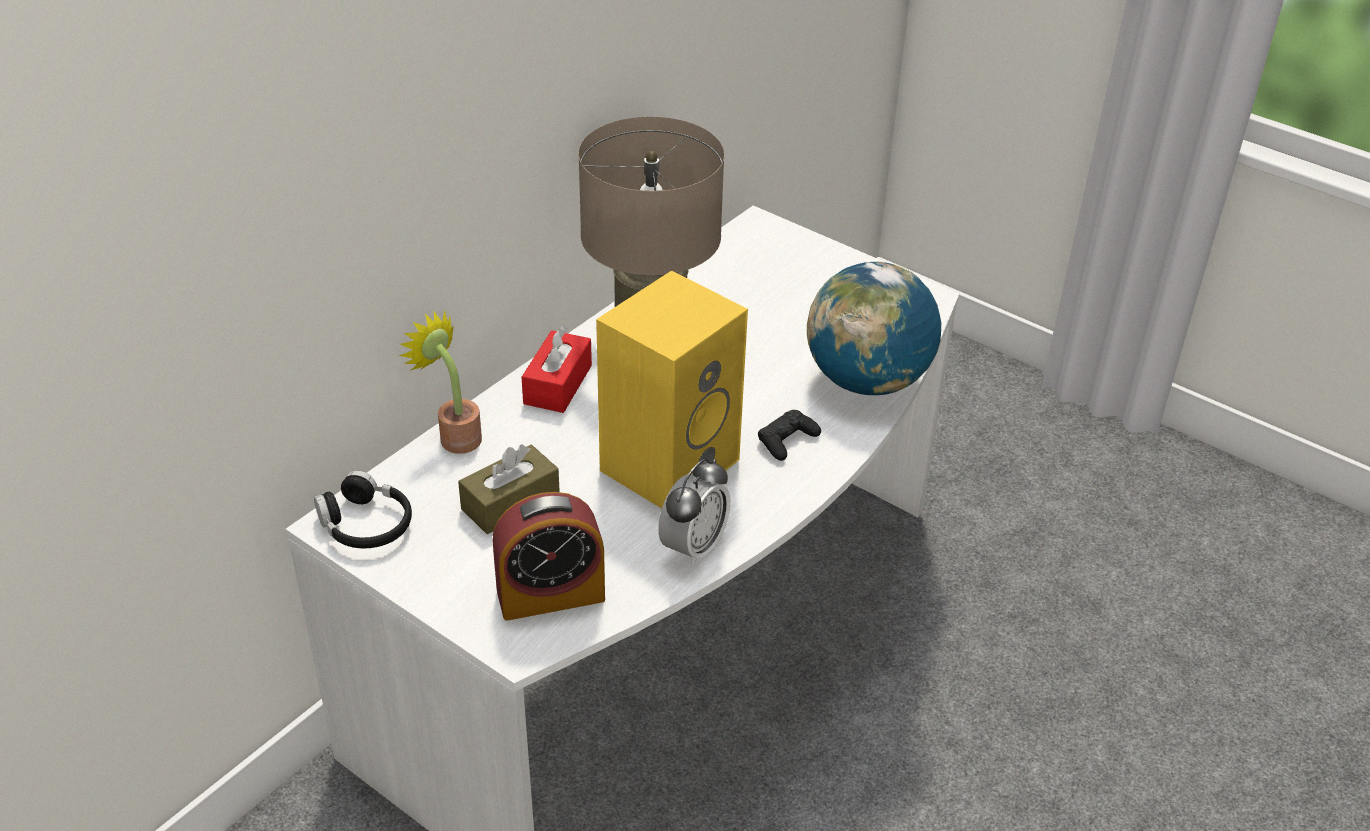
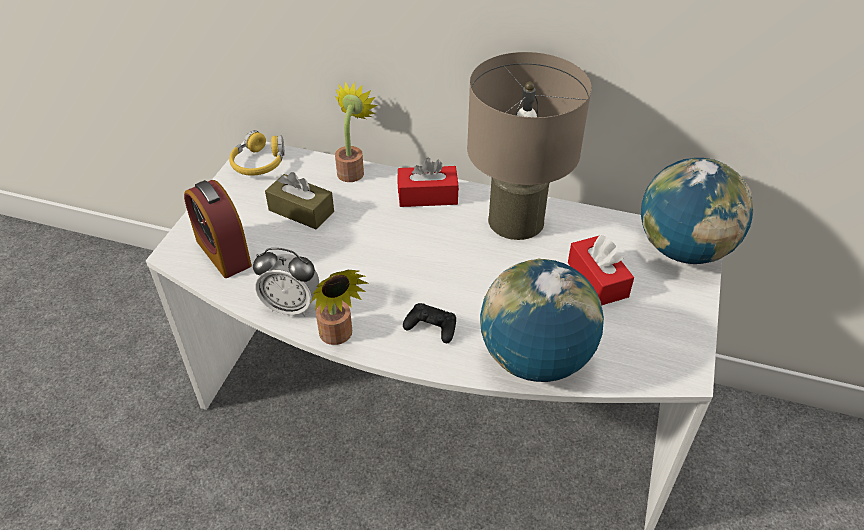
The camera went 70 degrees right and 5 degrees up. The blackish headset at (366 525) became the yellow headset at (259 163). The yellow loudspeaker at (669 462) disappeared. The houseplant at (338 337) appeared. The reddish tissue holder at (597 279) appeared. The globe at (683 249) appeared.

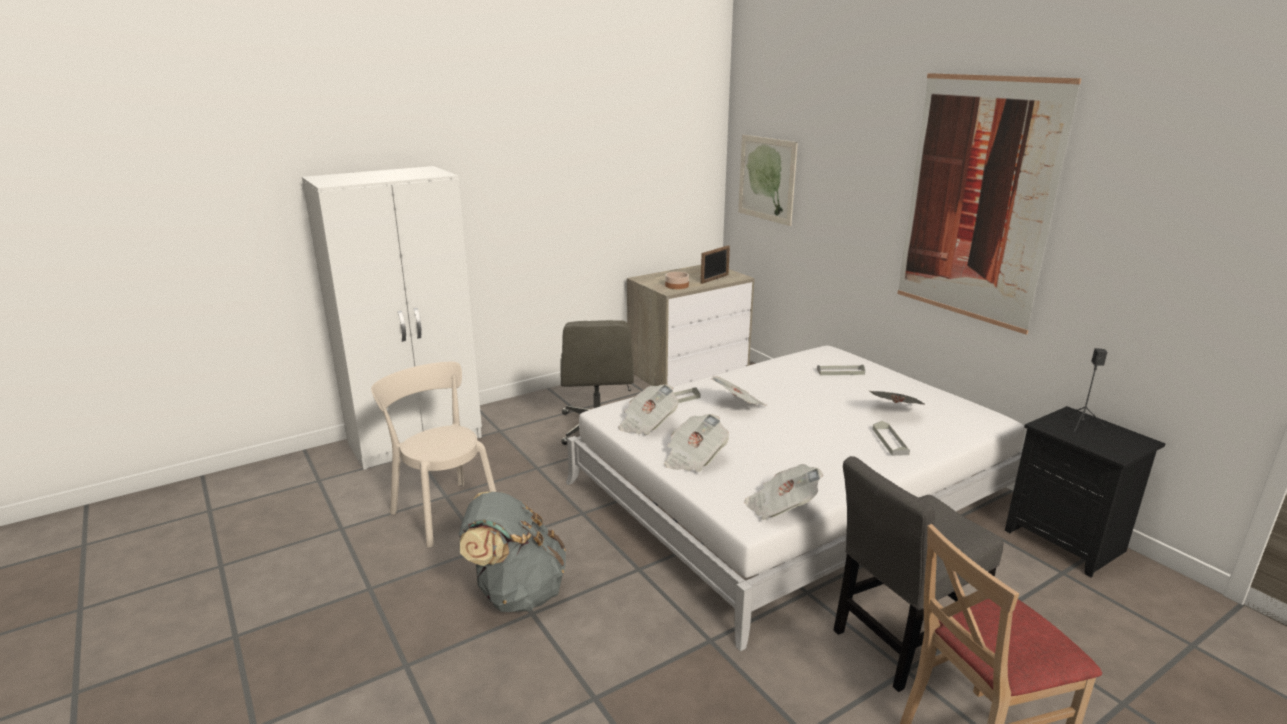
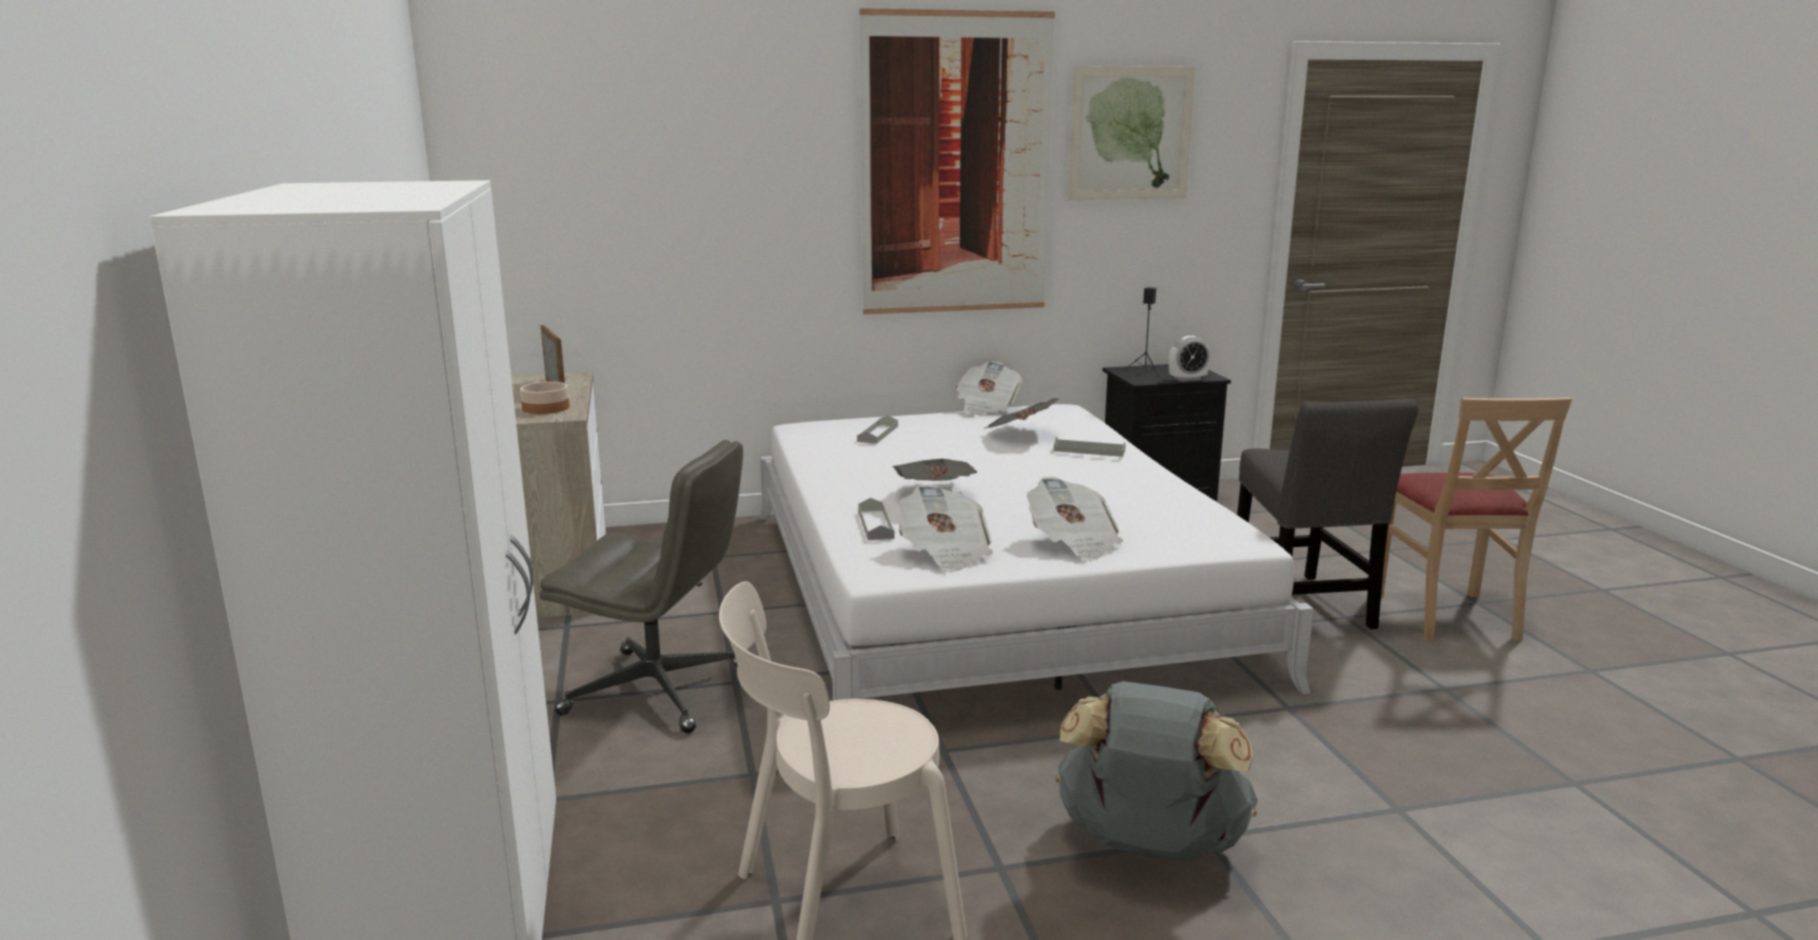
The camera went 70 degrees left and 5 degrees down. The wall art moved from (766 179) to (1130 133). The daily paper moved from (781 507) to (986 407). The alarm clock at (1187 379) appeared.

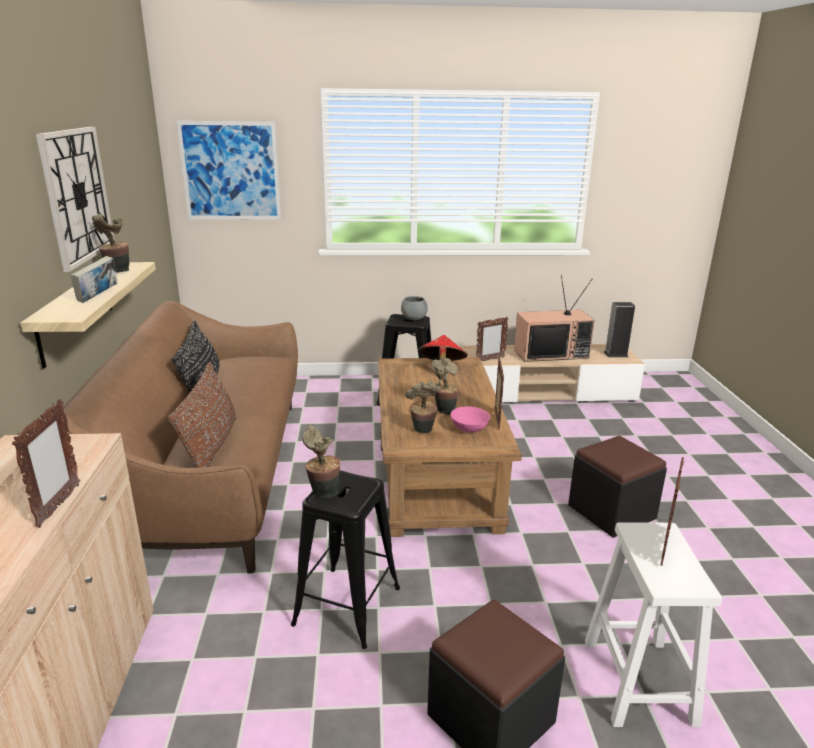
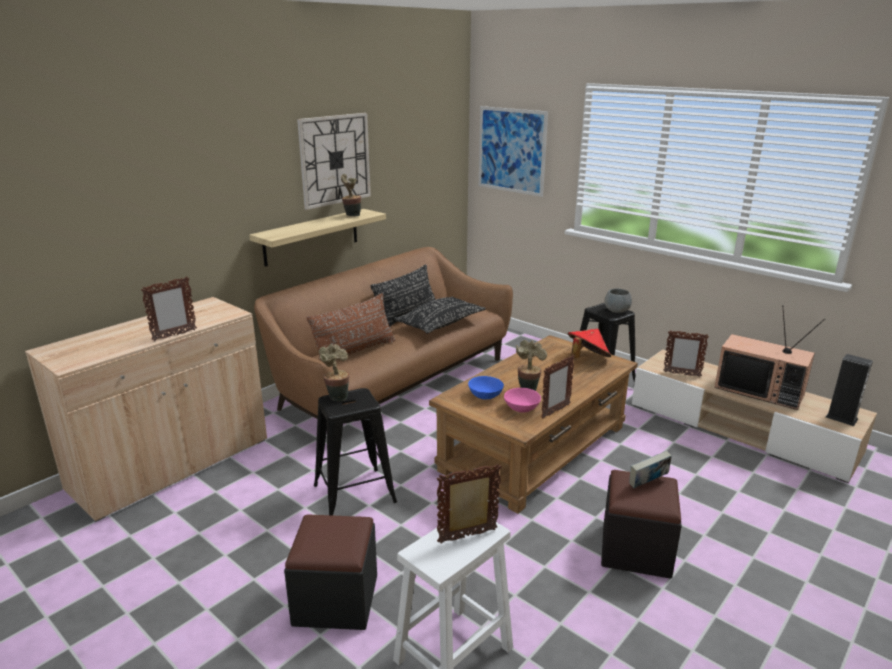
The camera went 45 degrees right and 0 degrees up. The book moved from (98 297) to (647 484). The houseplant at (423 431) was replaced by the blue serving bowl at (485 396). The blackish throw pillow at (440 324) appeared.

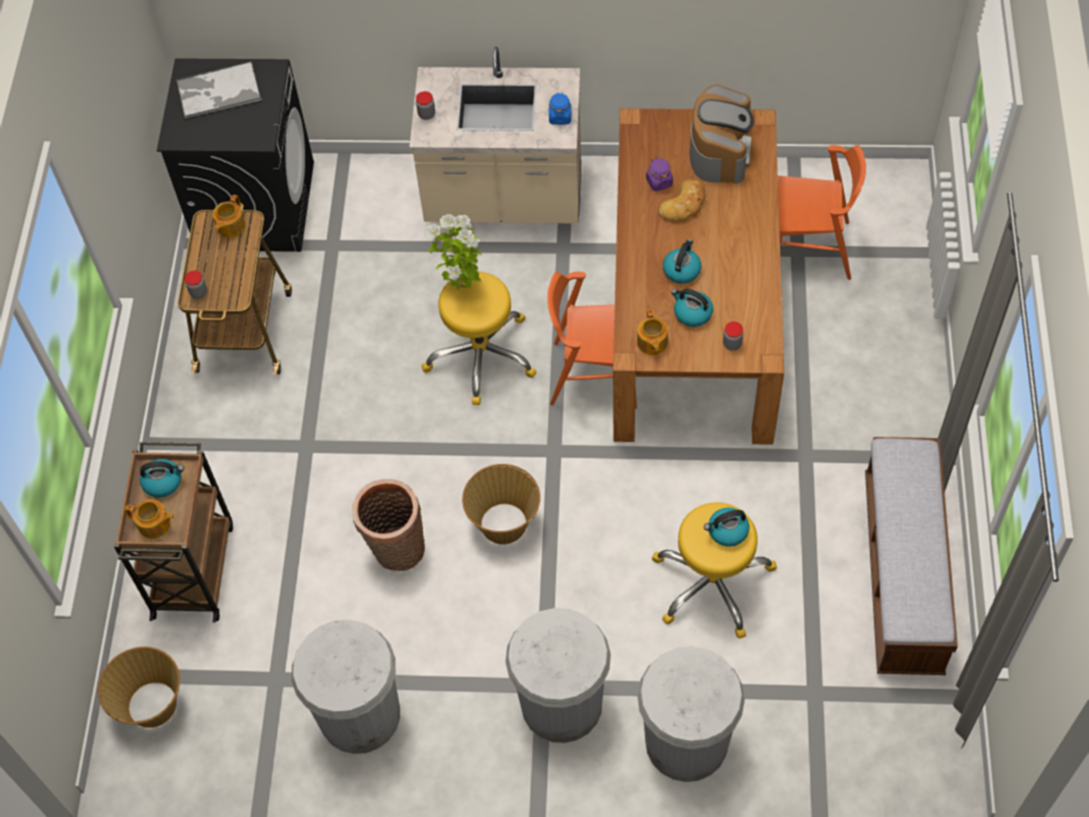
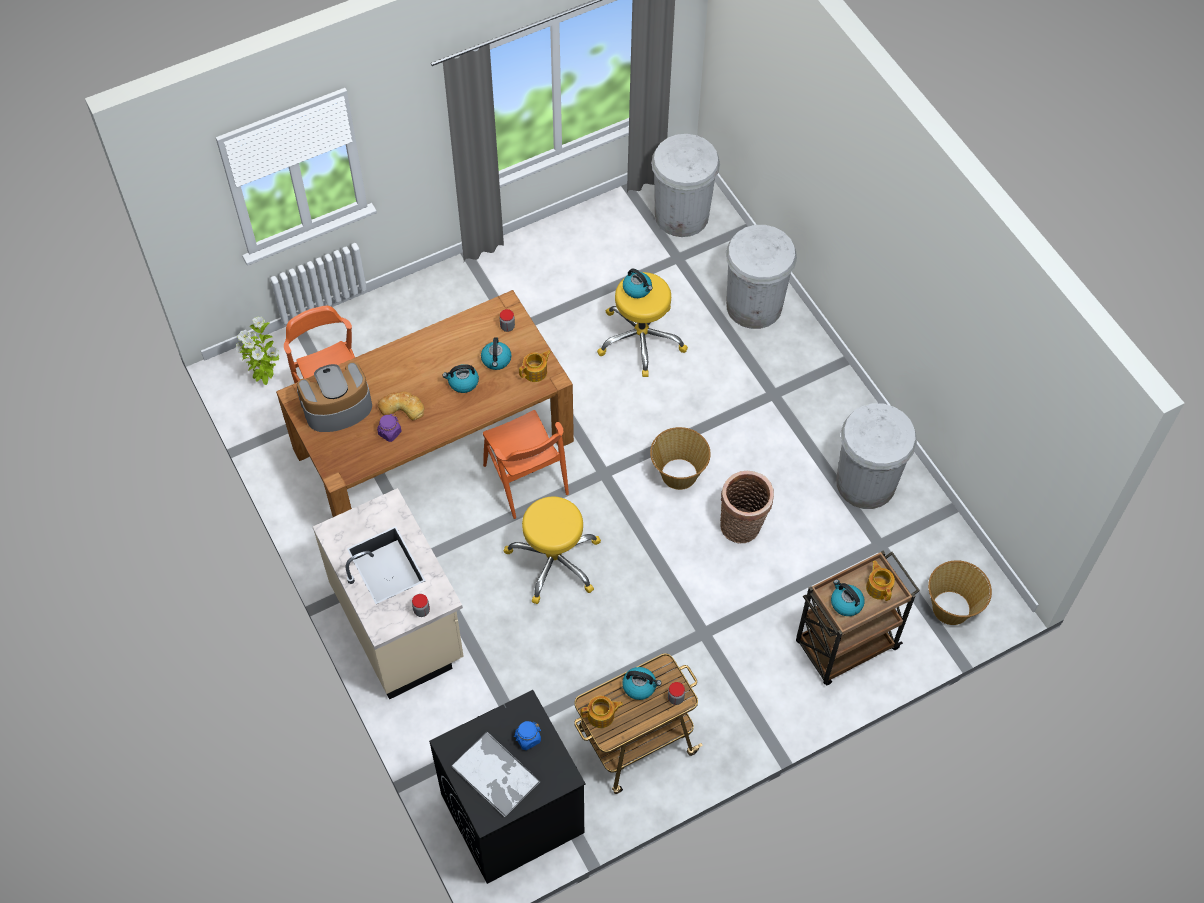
The camera went 125 degrees left and 0 degrees up. The houseplant moved from (461 287) to (266 377). The white-coloured waste bin moved from (561 704) to (682 215). The blue storage jar moved from (560 117) to (527 738). The indoor bench at (902 574) disappeared. The water kettle at (640 686) appeared.

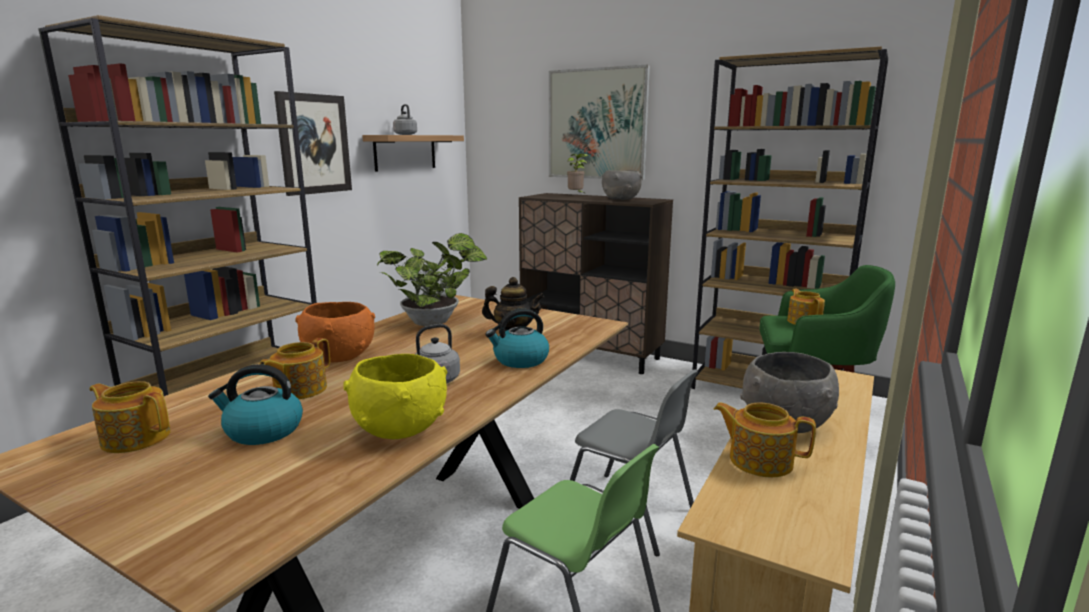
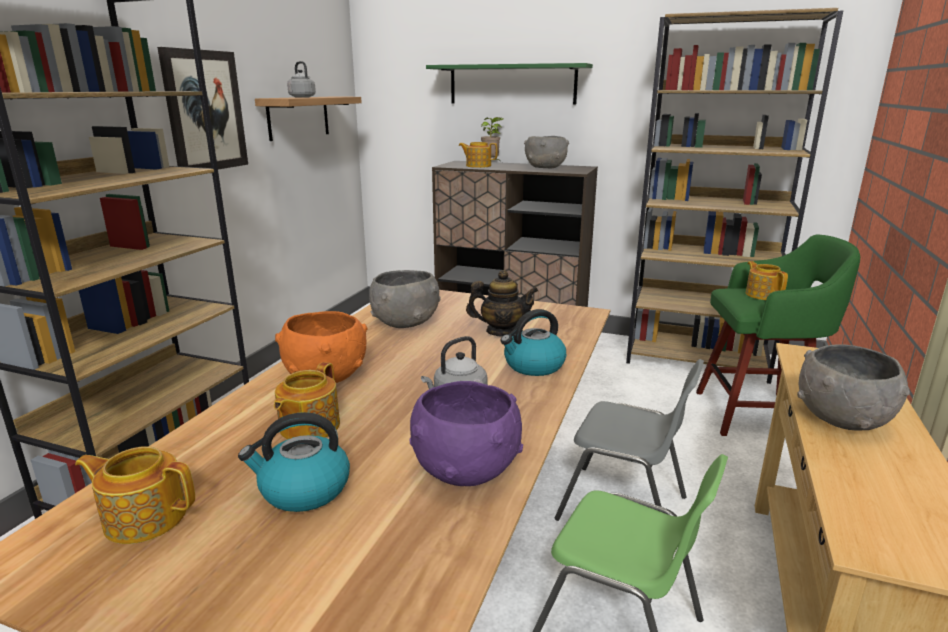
The camera went 10 degrees left and 5 degrees up. The yellow serving bowl at (400 429) became the purple serving bowl at (466 469). The houseplant at (435 322) was replaced by the gray serving bowl at (405 323). The wall art at (597 124) was replaced by the green-coloured shelf at (512 84). The pot for tea moved from (759 460) to (478 166).

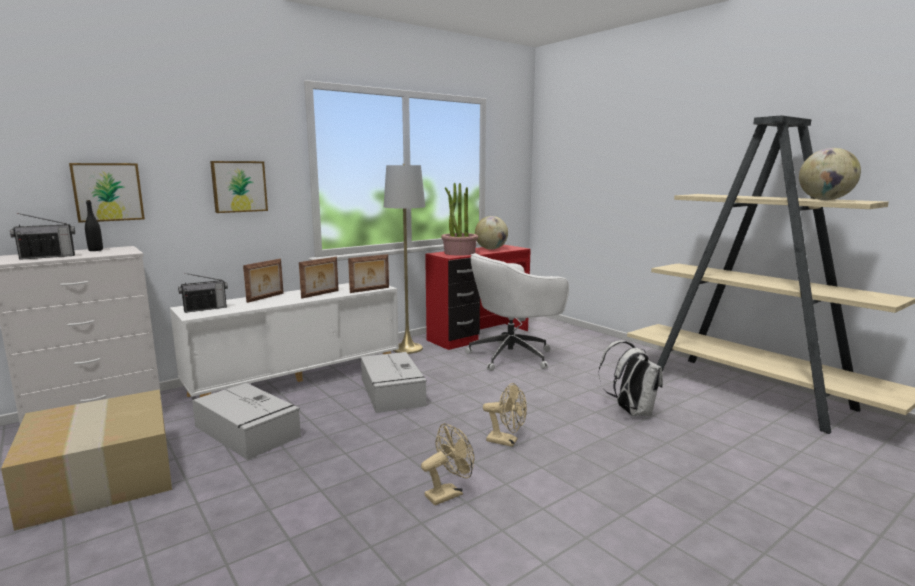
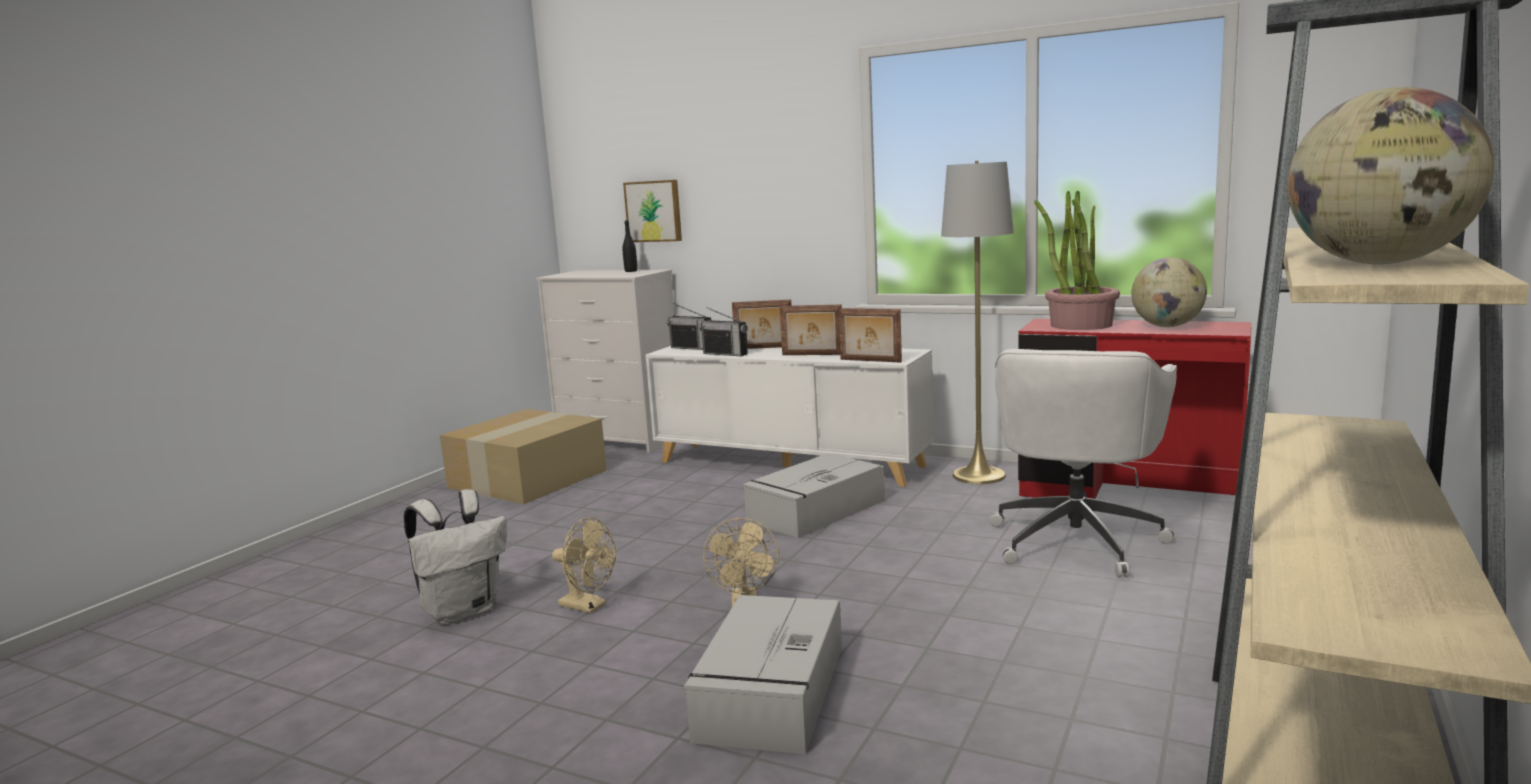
The camera went 65 degrees right and 0 degrees up. The radio moved from (48 257) to (725 354). The gray storage container moved from (248 432) to (771 693). The wall art at (239 186) disappeared. The white-coloured computer chair at (513 356) turned 105 degrees counterclockwise. The white-coloured backpack moved from (630 411) to (463 611).

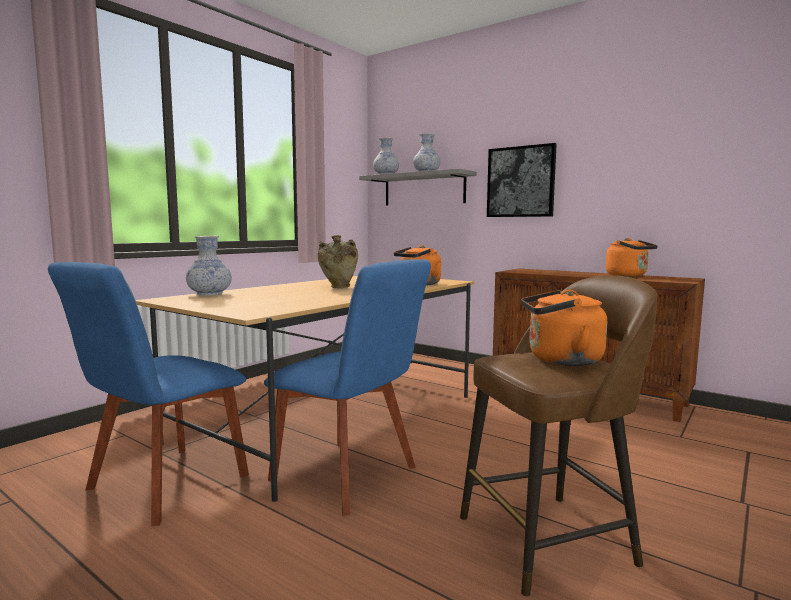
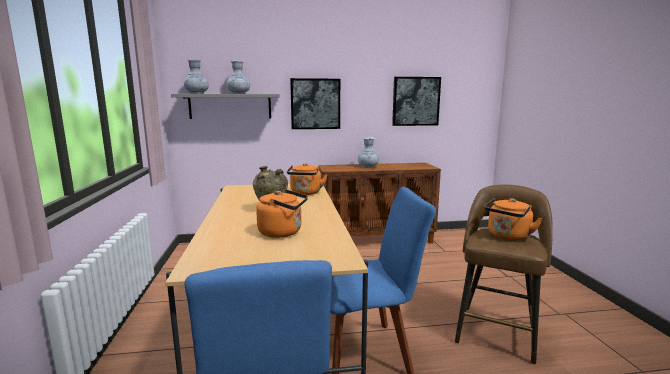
The camera went 45 degrees left and 5 degrees up. The vase moved from (209 294) to (368 166). The orangey water kettle moved from (628 275) to (283 232). The wall art at (415 101) appeared.

